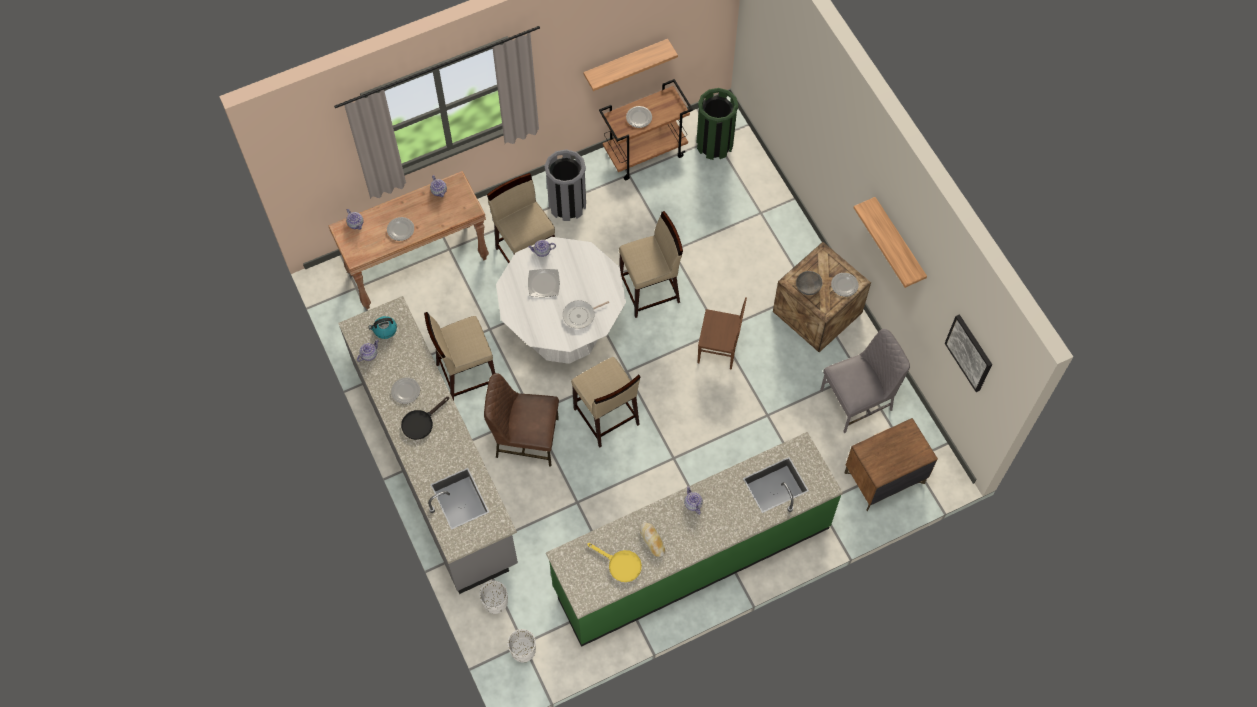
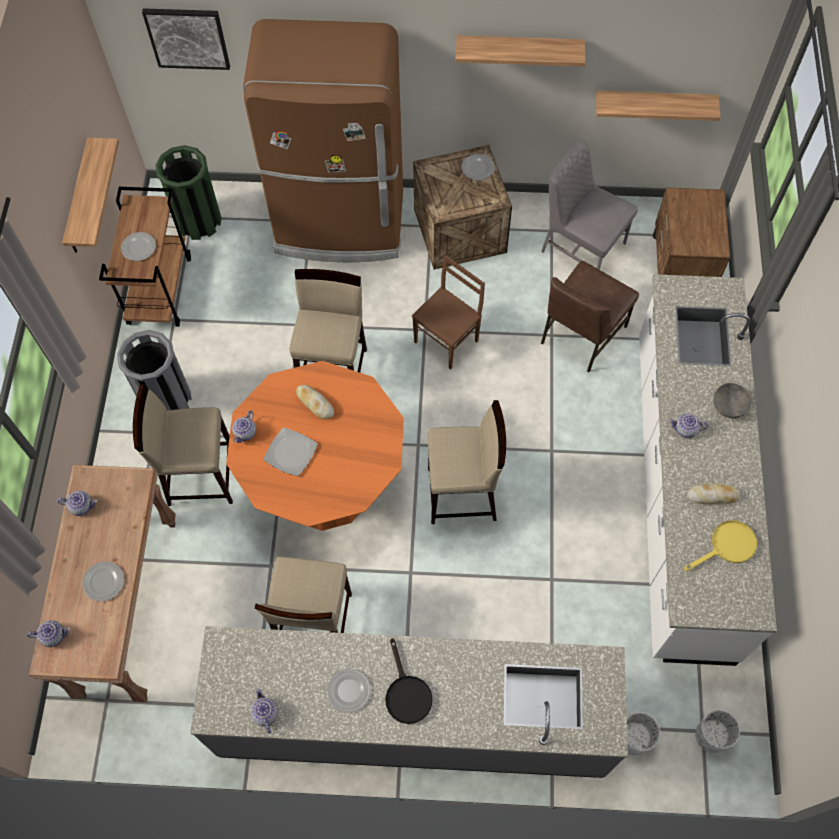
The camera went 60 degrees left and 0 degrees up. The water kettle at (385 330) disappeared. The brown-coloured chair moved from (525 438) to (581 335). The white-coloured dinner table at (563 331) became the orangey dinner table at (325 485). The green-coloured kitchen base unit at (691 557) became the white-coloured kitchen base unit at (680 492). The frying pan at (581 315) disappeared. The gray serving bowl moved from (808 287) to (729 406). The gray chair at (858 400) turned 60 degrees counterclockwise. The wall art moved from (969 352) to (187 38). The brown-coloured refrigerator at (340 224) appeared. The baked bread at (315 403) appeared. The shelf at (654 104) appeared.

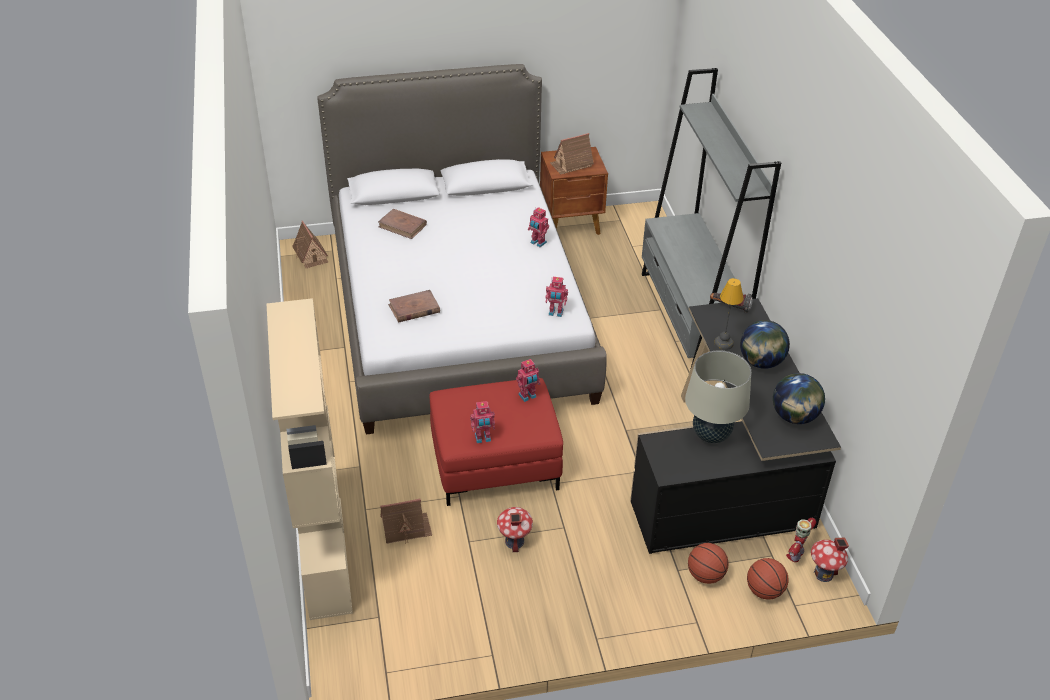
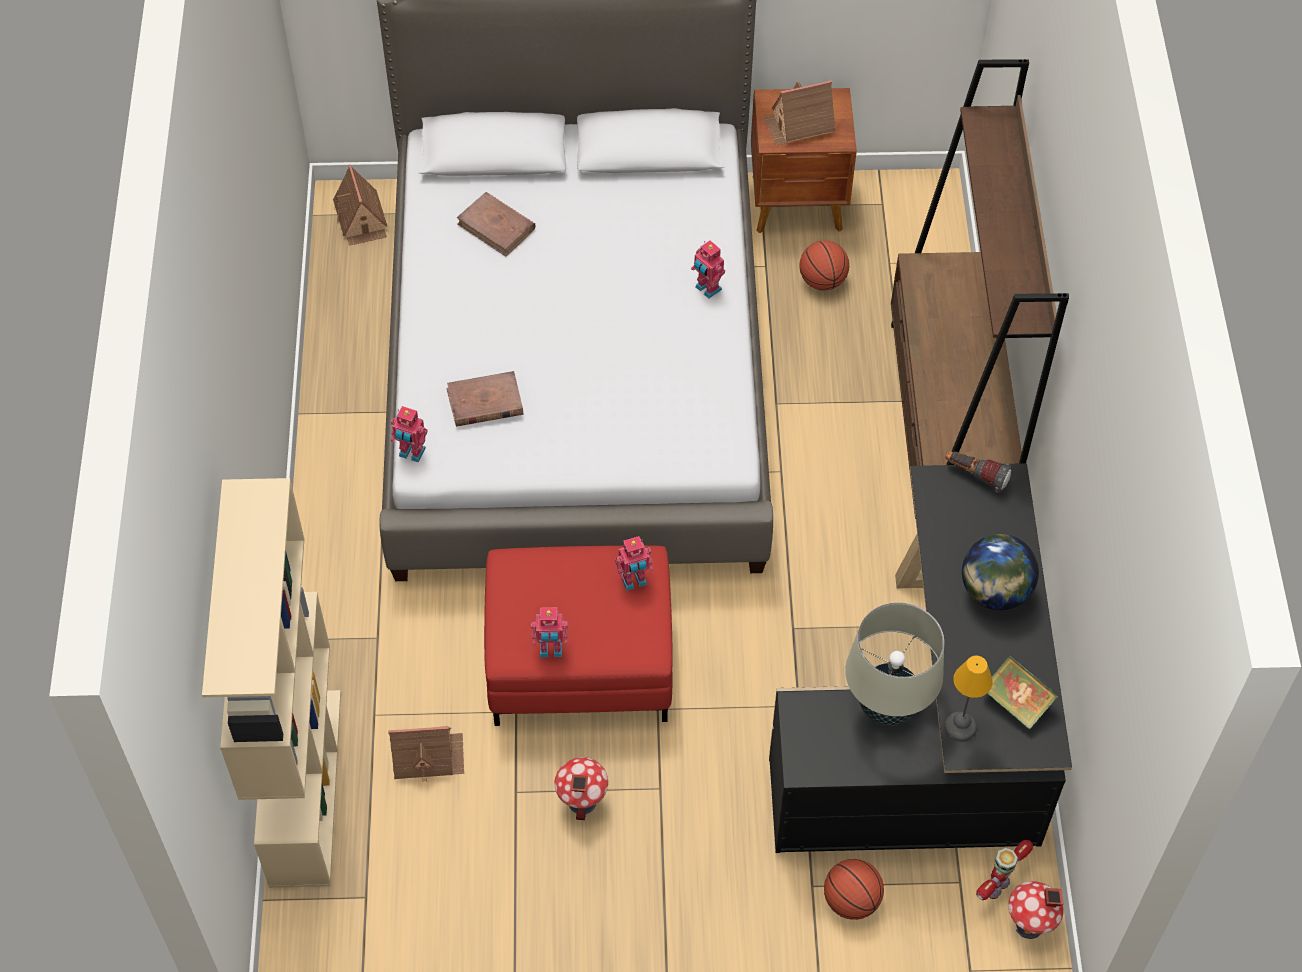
The camera went 10 degrees right and 15 degrees up. The robot figure moved from (555 313) to (411 453). The gray shelving unit at (689 321) became the brown-coloured shelving unit at (945 431). The table lamp moved from (724 343) to (961 728). The basketball ball moved from (764 591) to (822 281). The globe at (794 417) was replaced by the book at (1016 702).

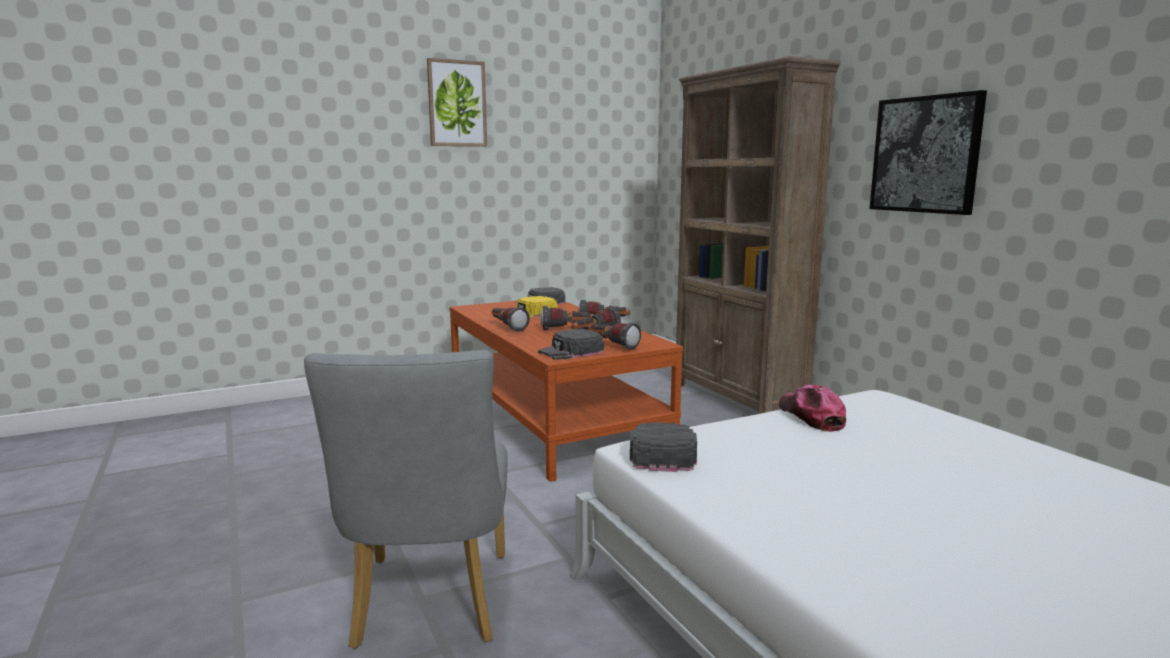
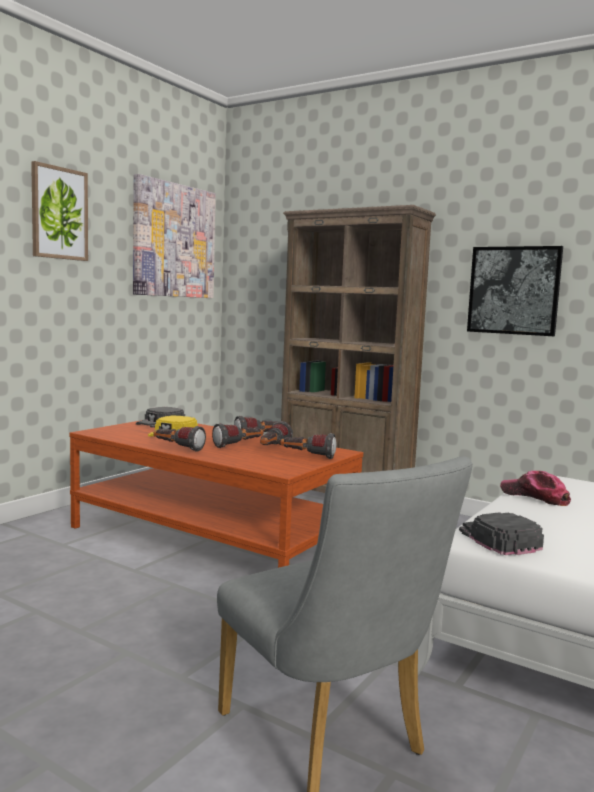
The camera went 30 degrees left and 5 degrees down. The blackish peaked cap at (571 352) disappeared. The wall art at (174 241) appeared.

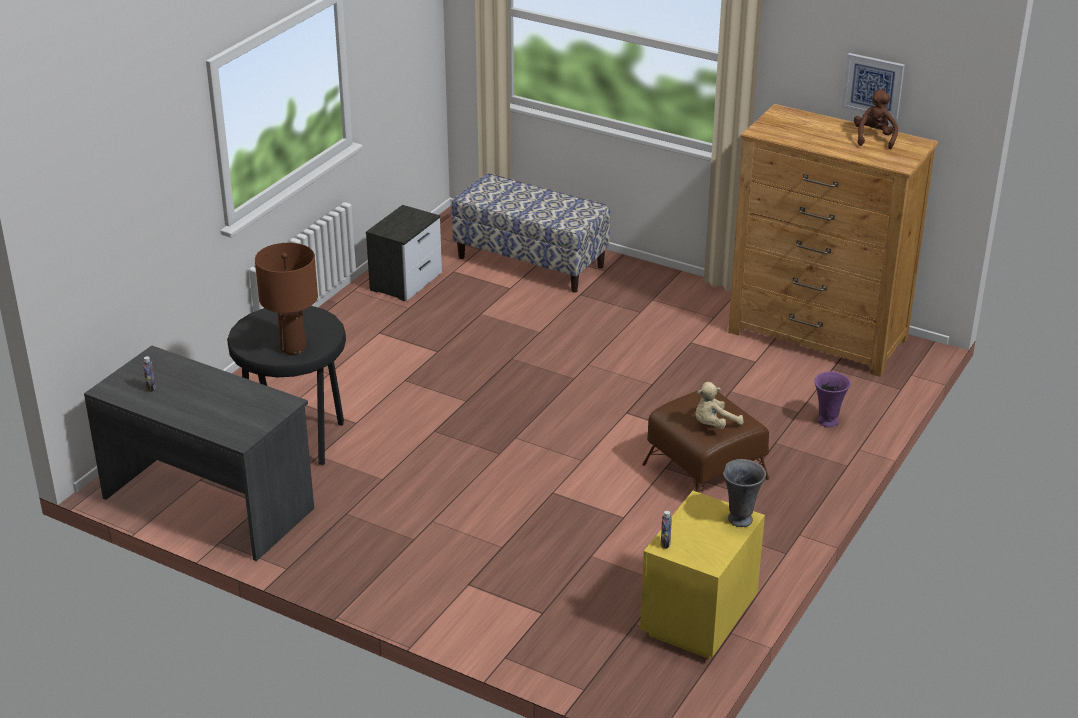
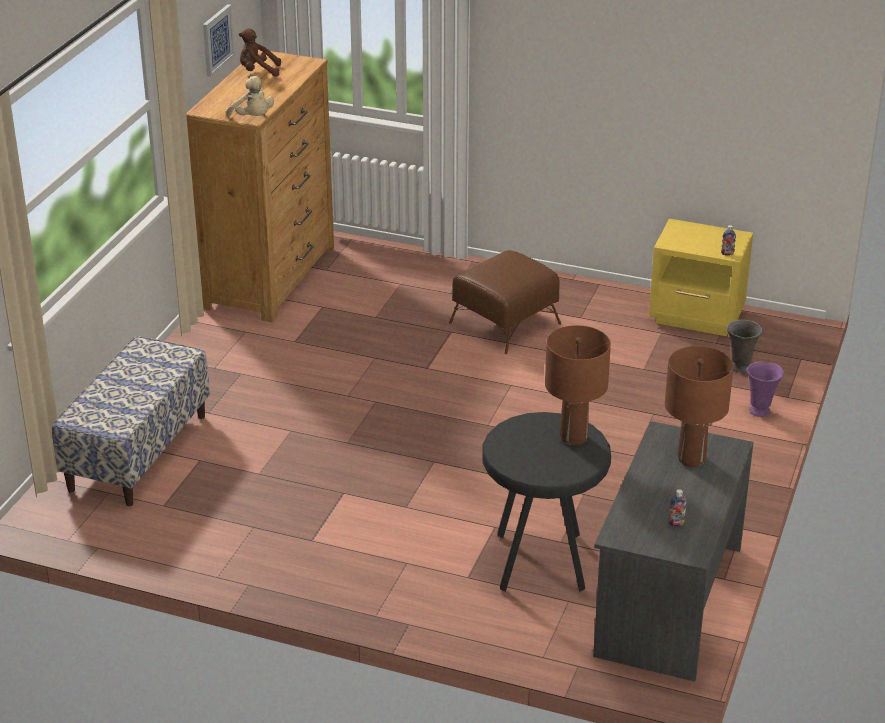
The camera went 100 degrees left and 0 degrees up. The nightstand at (407 281) disappeared. The beige cuddly toy moved from (714 424) to (252 118). The gray vase moved from (740 519) to (739 368). The purple vase moved from (827 422) to (760 411). The brown-coloured table lamp at (691 459) appeared.

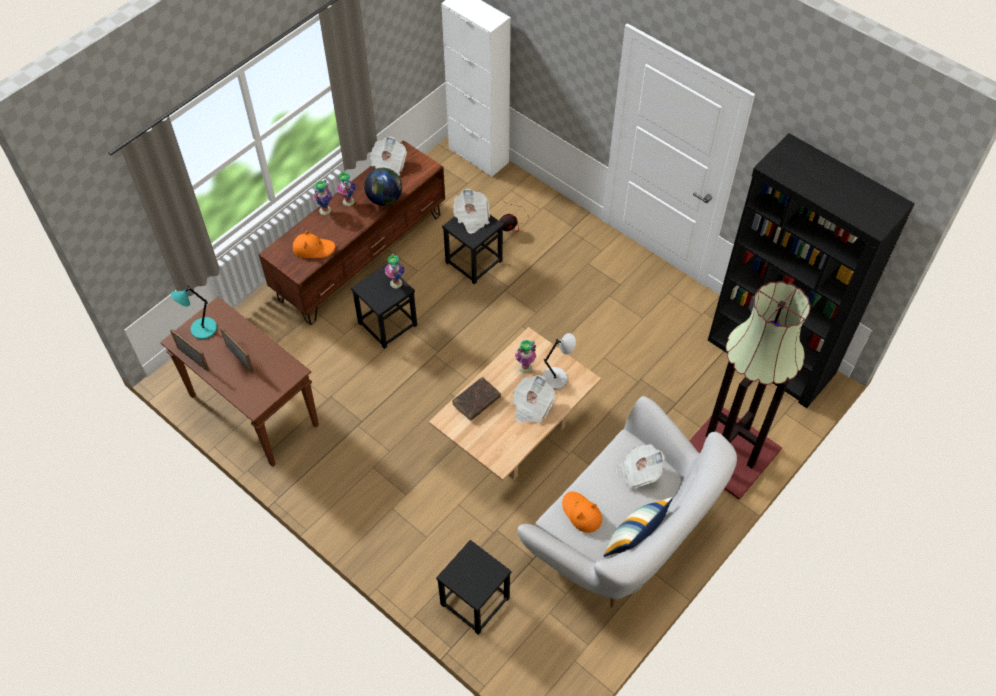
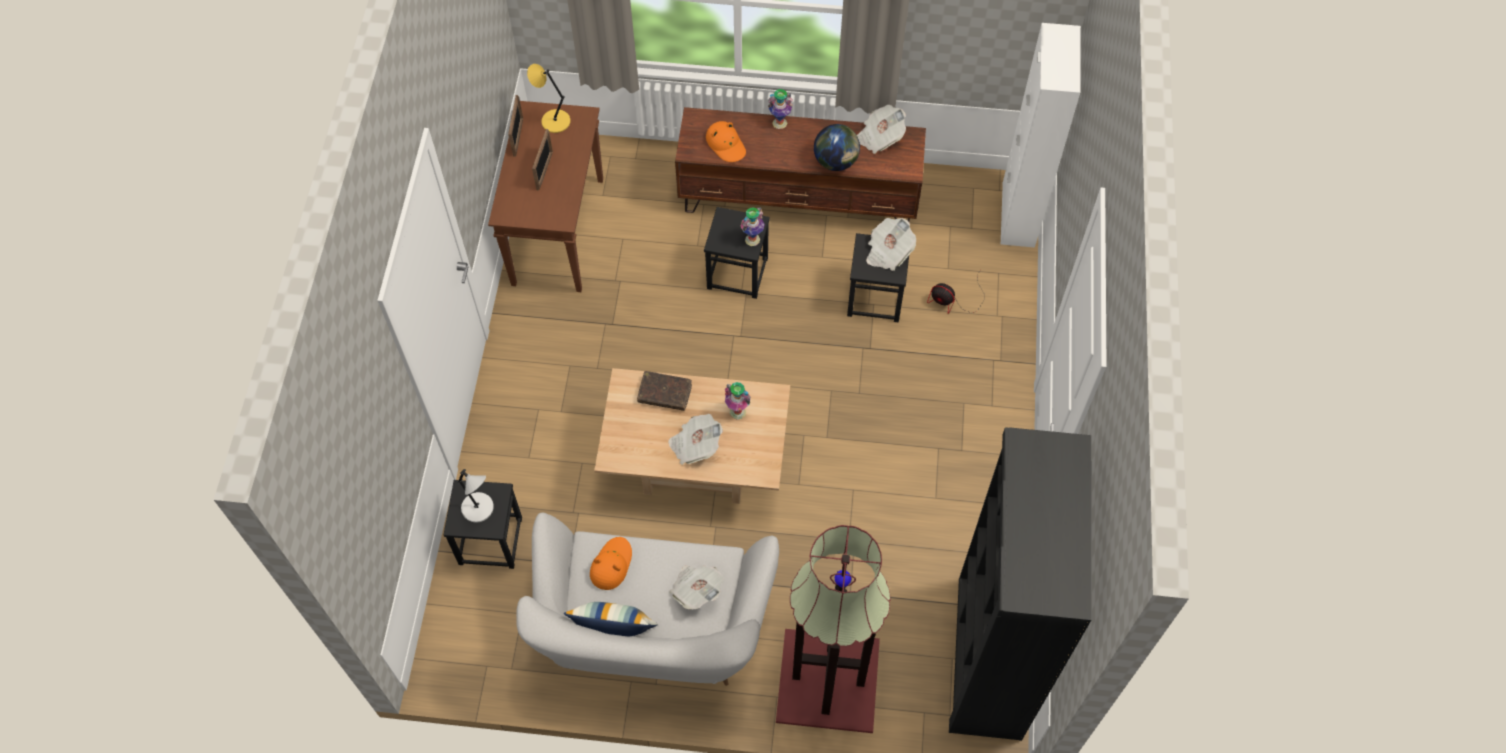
The camera went 55 degrees right and 5 degrees up. The blue-green table lamp at (202 329) became the yellow table lamp at (554 121). The vase at (348 201) disappeared. The gray table lamp moved from (556 378) to (479 509).

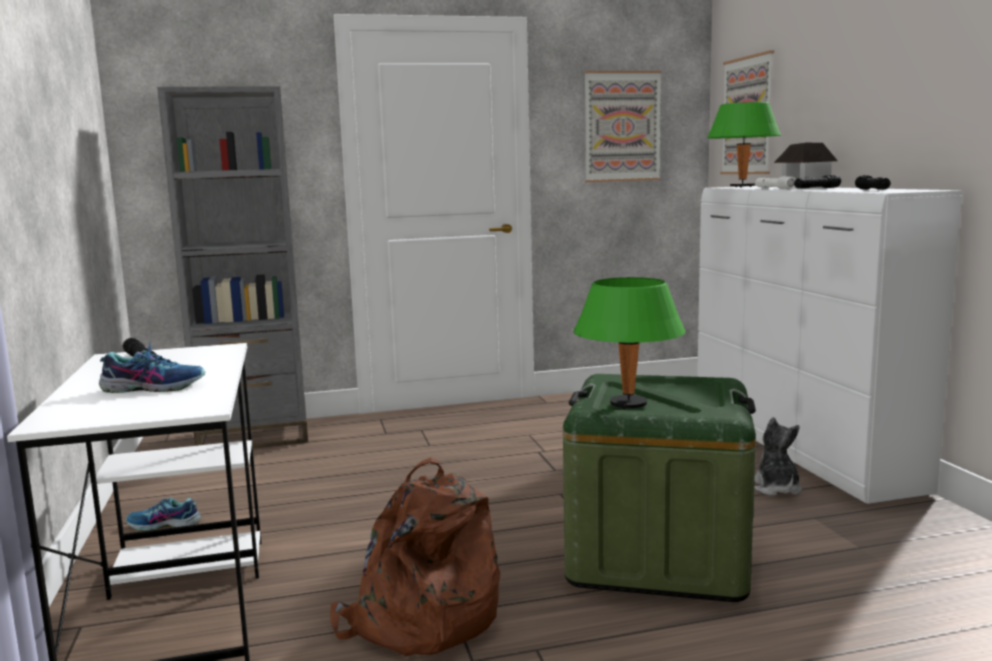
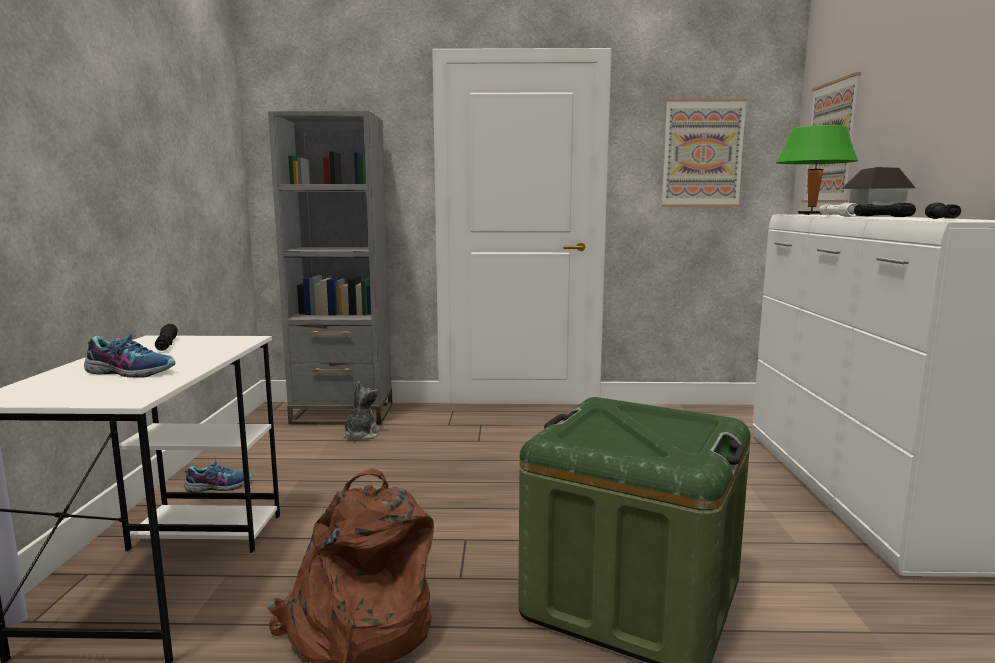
The camera went 15 degrees right and 0 degrees up. The shoe at (164 525) turned 150 degrees clockwise. The green-coloured table lamp at (629 405) disappeared. The cuddly toy moved from (776 488) to (361 435).

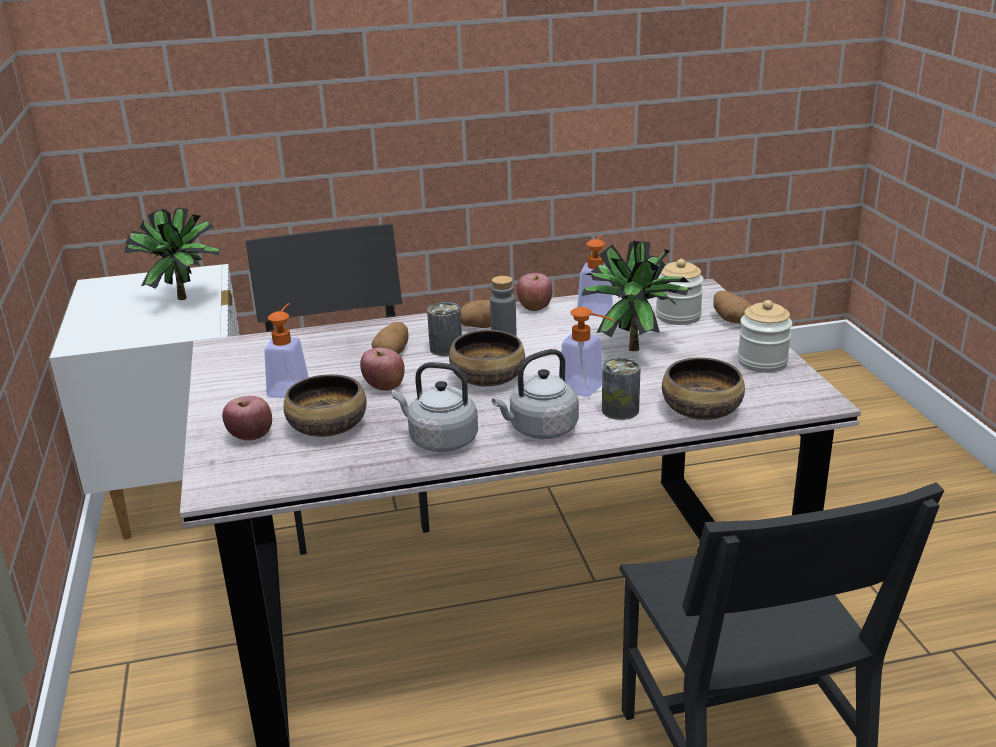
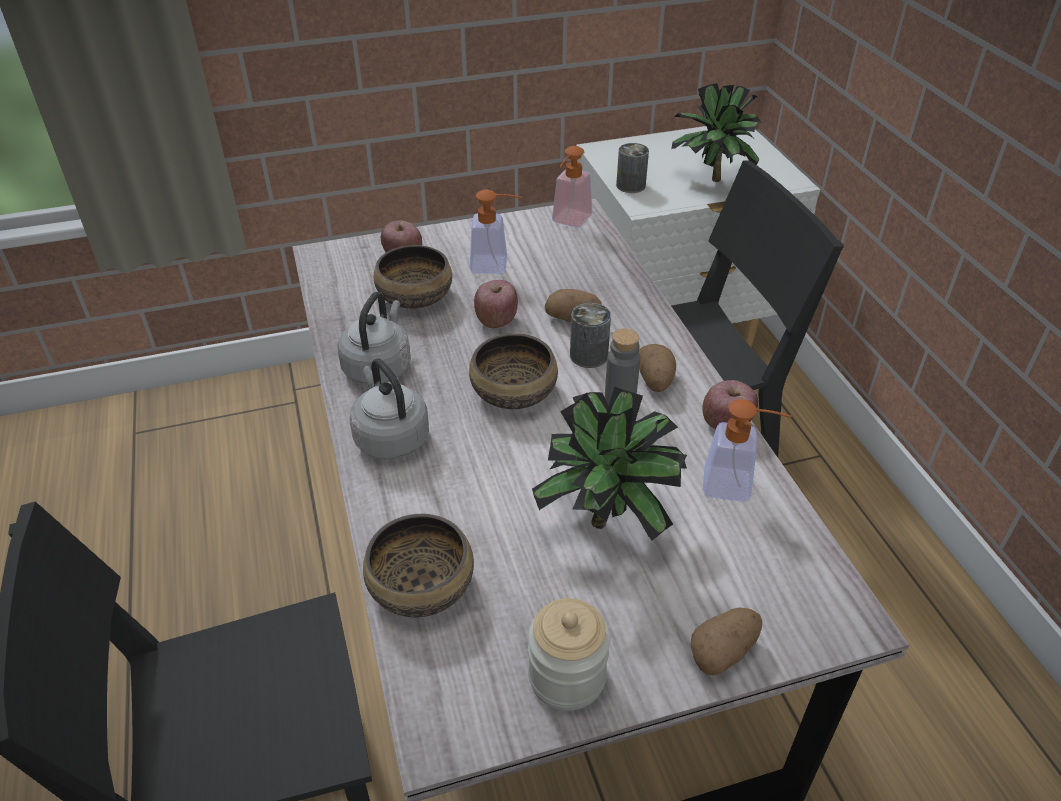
The camera went 85 degrees right and 15 degrees up. The soap bottle moved from (588 389) to (568 222). The can moved from (620 410) to (630 185). The storage jar at (678 316) disappeared.

